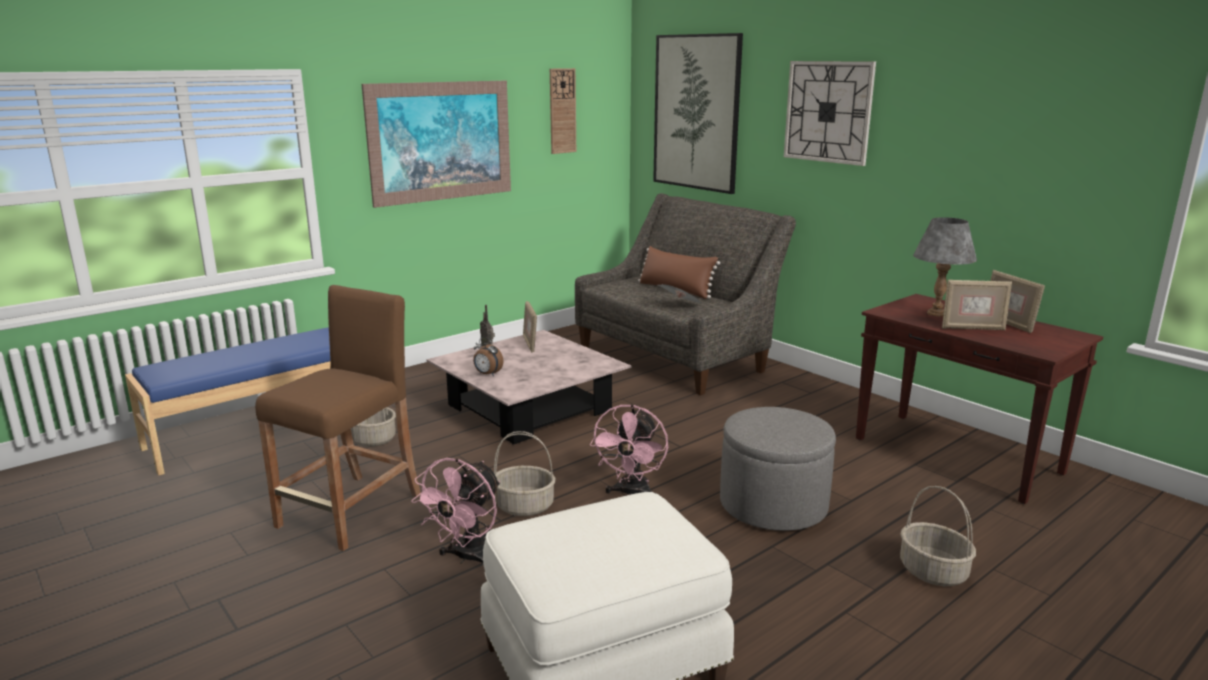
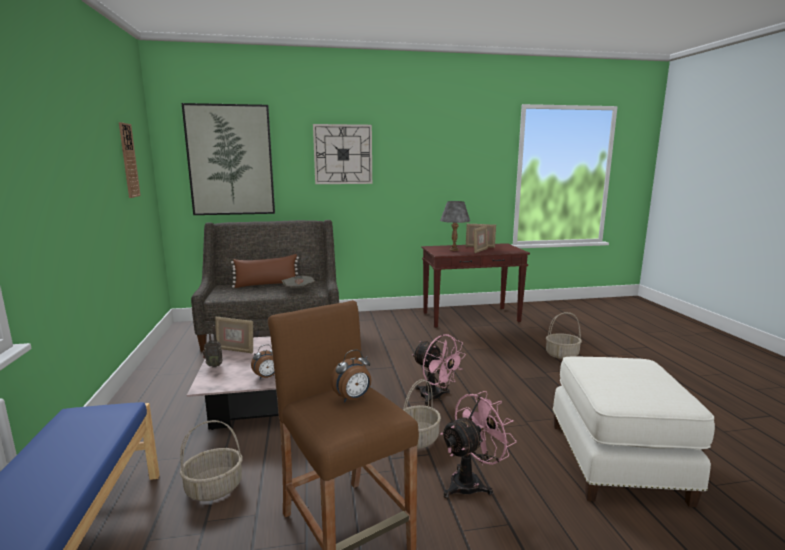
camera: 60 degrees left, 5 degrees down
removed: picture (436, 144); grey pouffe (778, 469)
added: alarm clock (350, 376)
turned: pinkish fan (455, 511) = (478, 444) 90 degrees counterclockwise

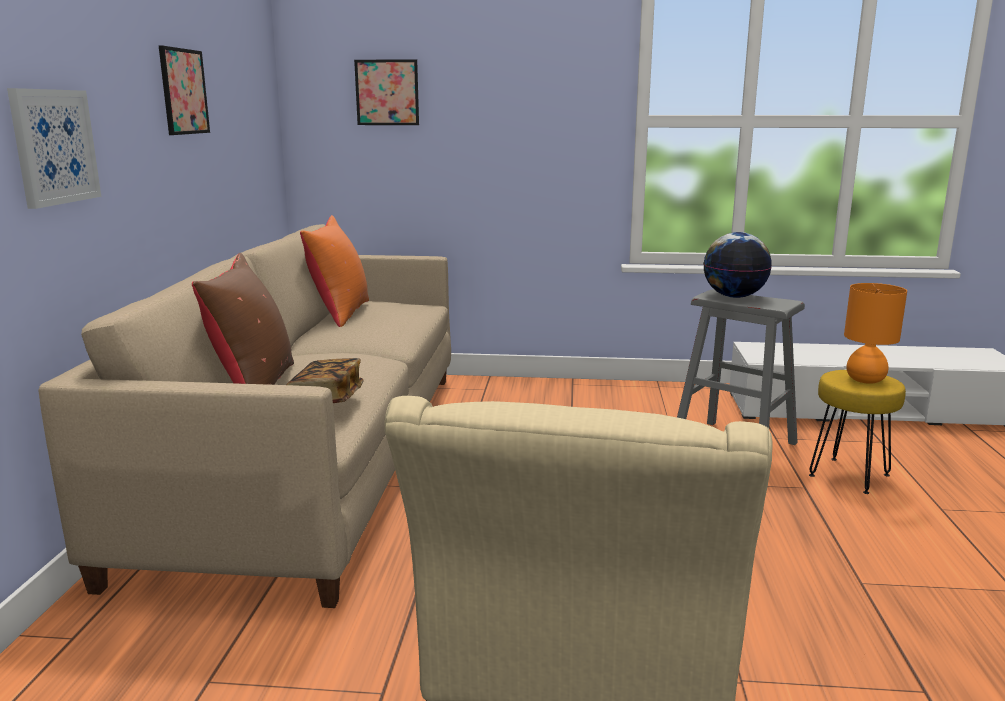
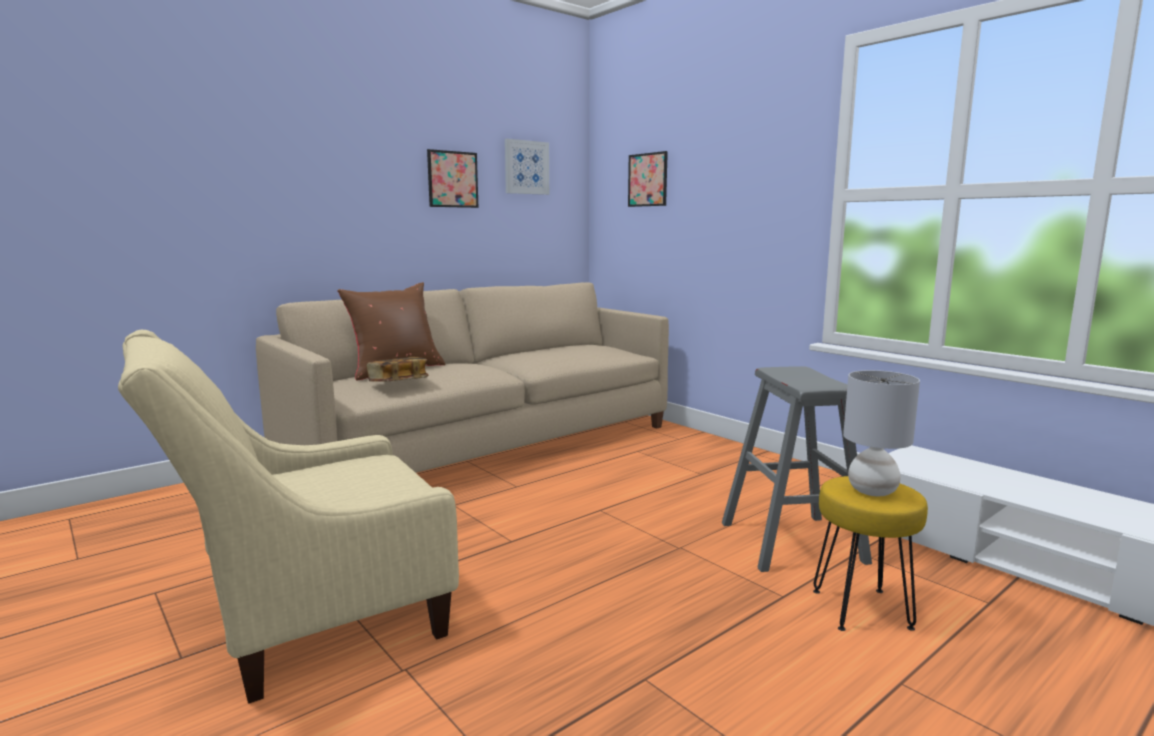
camera: 45 degrees right, 5 degrees down
removed: orange-coloured cushion (334, 271); desk globe (737, 265)
moved: picture (54, 148) to (527, 167)
recoloured: orange-coloured tabletop lamp (875, 333) to grey tabletop lamp (881, 433)

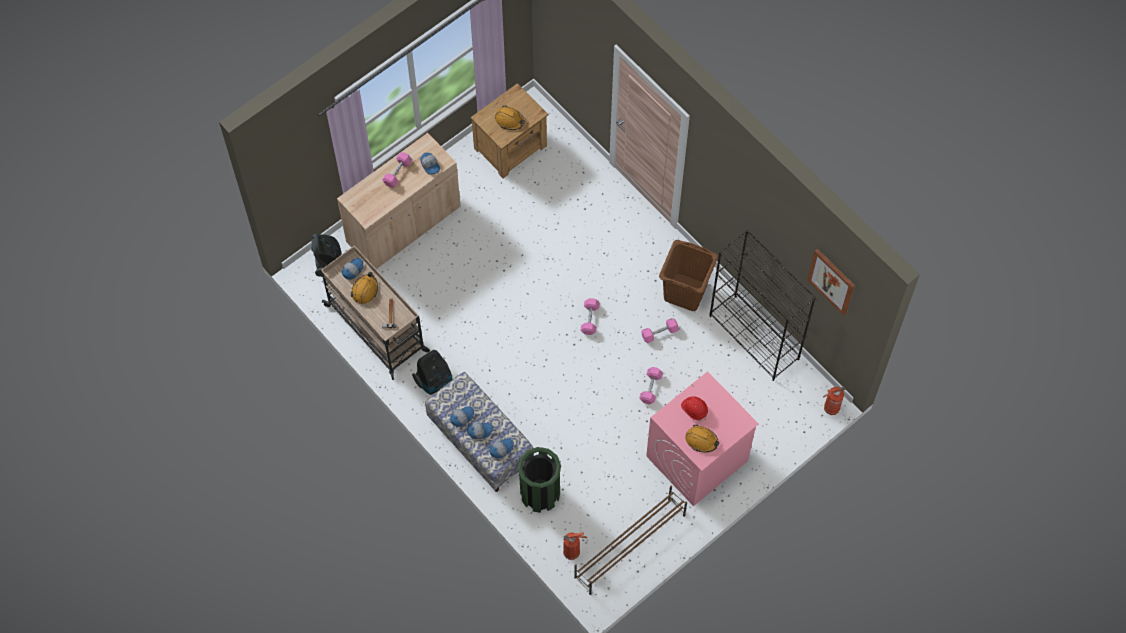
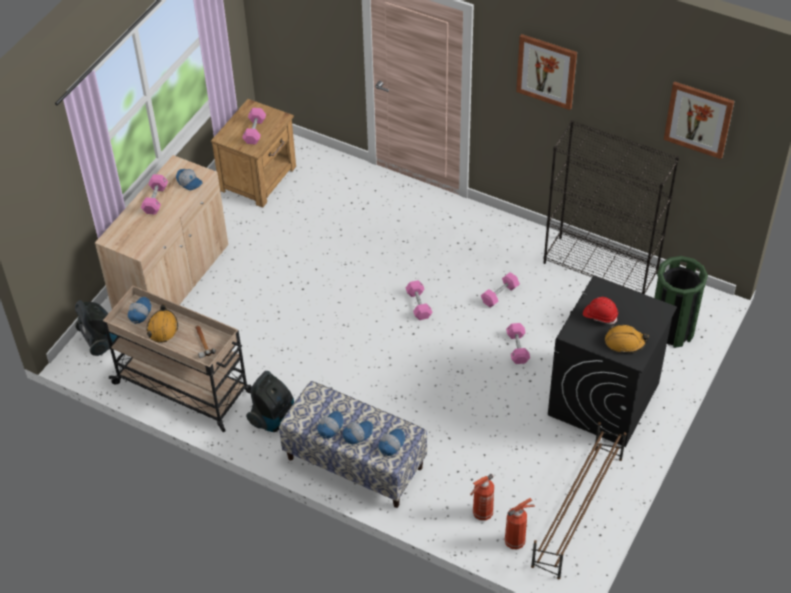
camera: 20 degrees left, 15 degrees down
removed: brownish washing basket (688, 275)
added: picture (546, 72)
moved: fire-fighting cylinder (834, 401) to (482, 497); greenish trash can (539, 480) to (681, 302)
replaced: orange-coloured safety helmet (510, 117) to pinkish hand weight (254, 126)
recoloured: pinkish laundry appliance (702, 438) to black-coloured laundry appliance (612, 361)

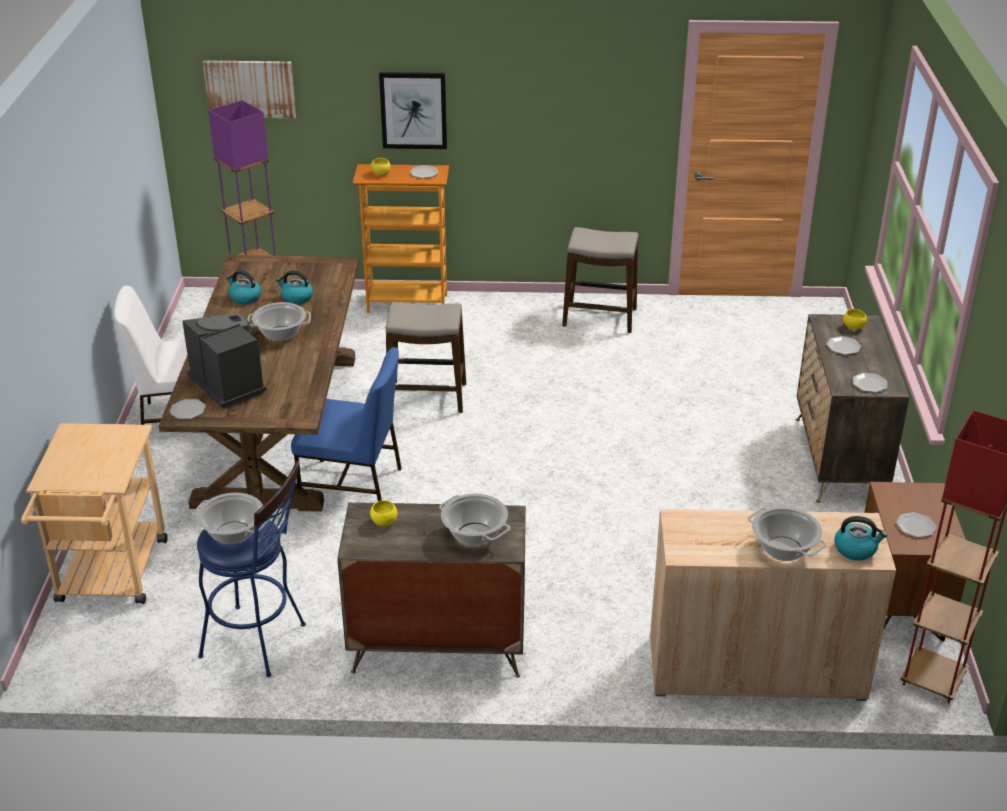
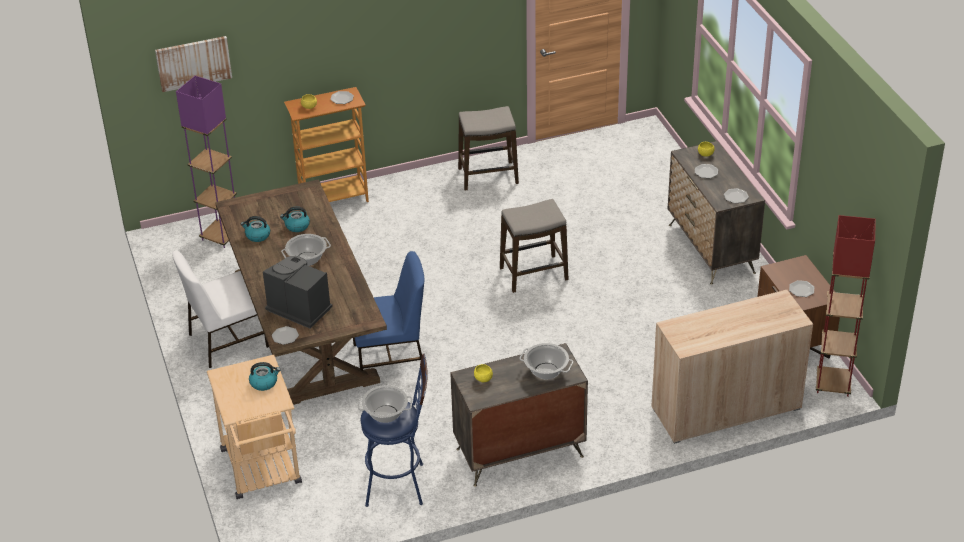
camera: 20 degrees left, 5 degrees up
removed: picture (413, 110); saucepot (787, 533)
moved: stool seat (426, 357) to (534, 246); tea kettle (860, 538) to (265, 376)

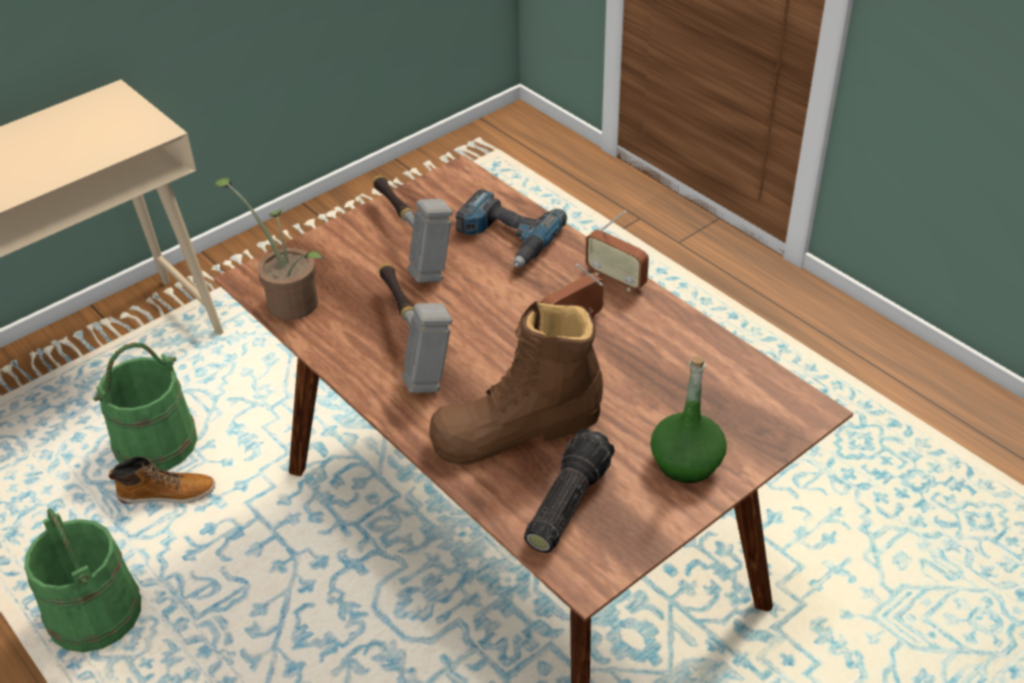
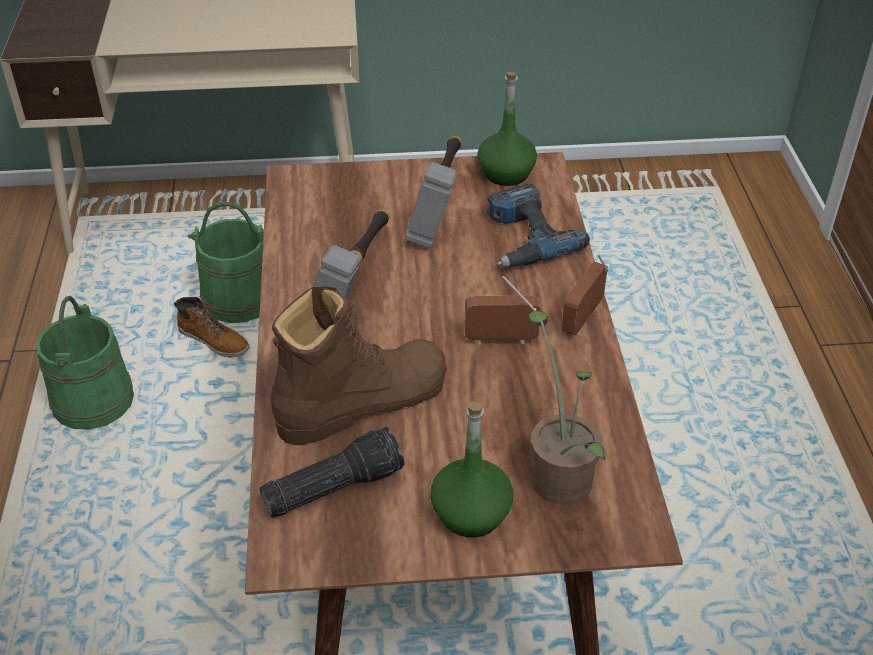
camera: 35 degrees right, 0 degrees up
added: greenish drink bottle (507, 129)
moved: plant in a pot (269, 249) to (567, 408)
turned: radio (617, 251) = (585, 294) 45 degrees clockwise; brownish high-top boot (516, 383) = (359, 365) 135 degrees clockwise

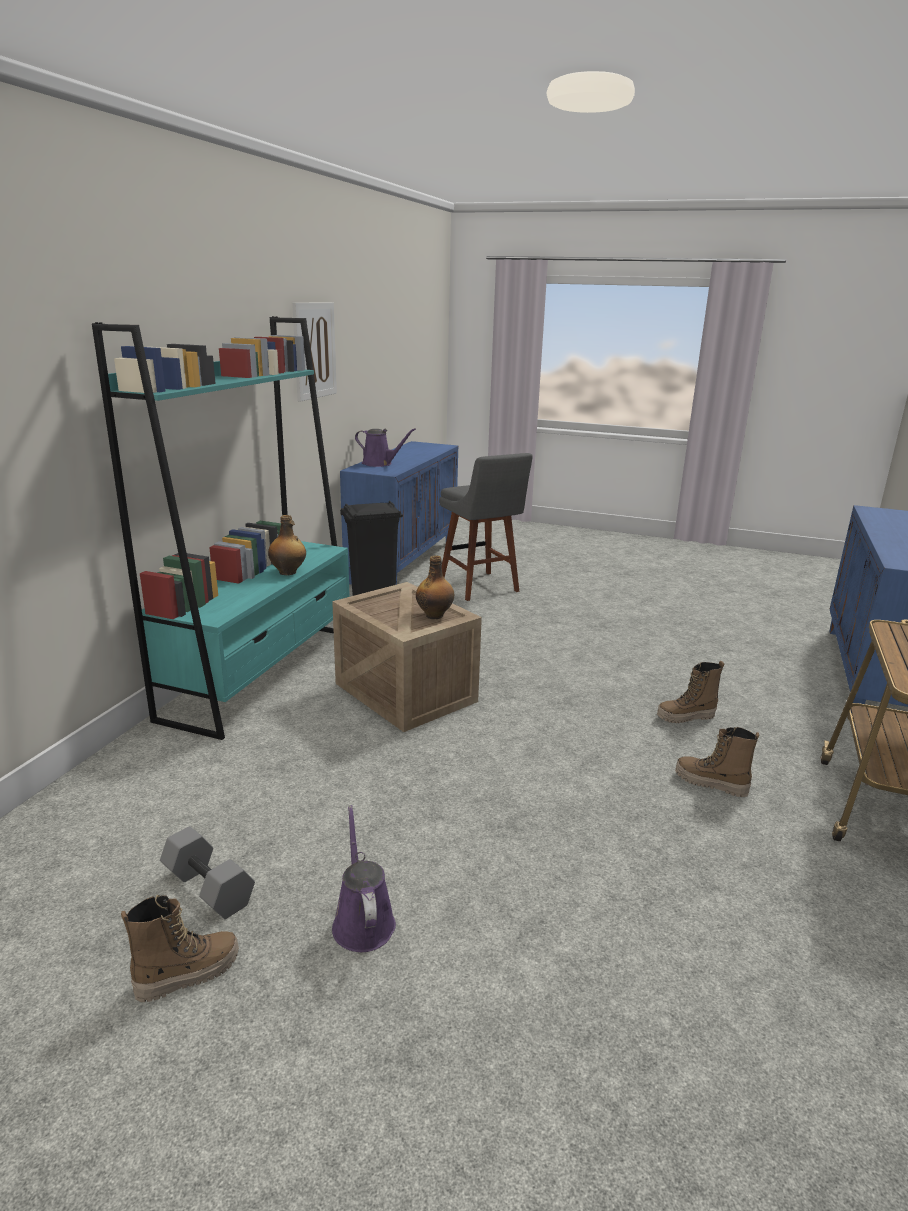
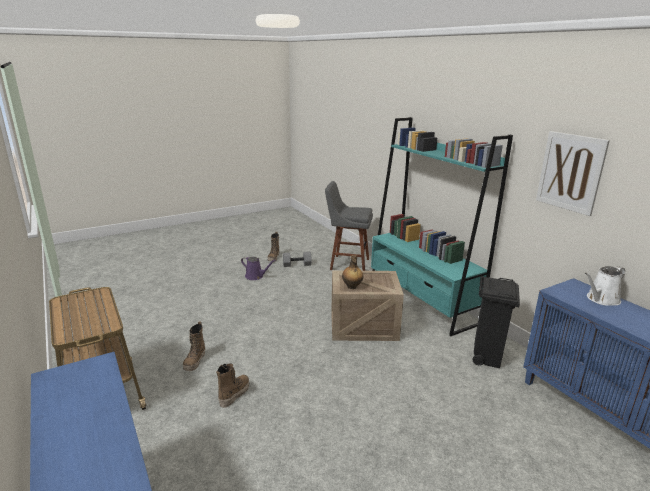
camera: 130 degrees right, 0 degrees up
removed: drink bottle (287, 545)
moved: grey stool seat (486, 527) to (349, 226)
recoloured: purplish watering pot (385, 447) to white-coloured watering pot (605, 286)
turned: high-top boot (717, 762) = (194, 346) 120 degrees clockwise

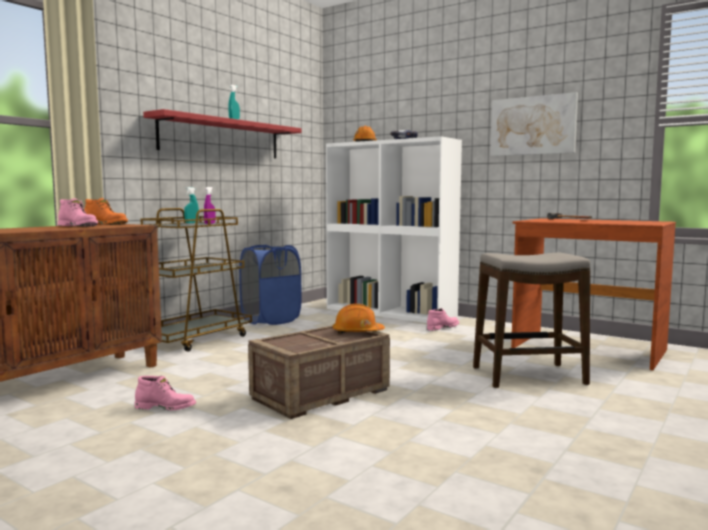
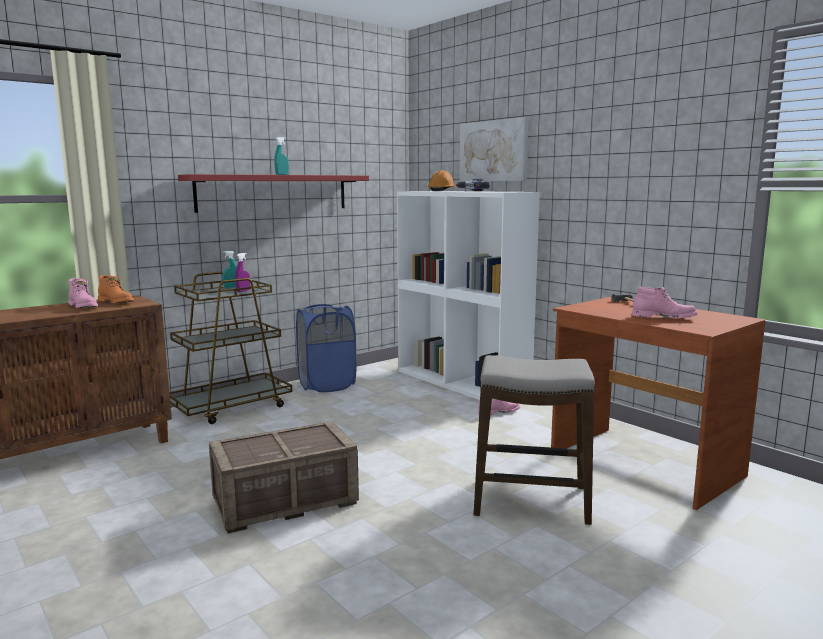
camera: 15 degrees right, 5 degrees up
removed: orange-coloured safety helmet (359, 319)
moved: picture (534, 124) to (494, 149); pinkish high-top boot (165, 393) to (665, 303)

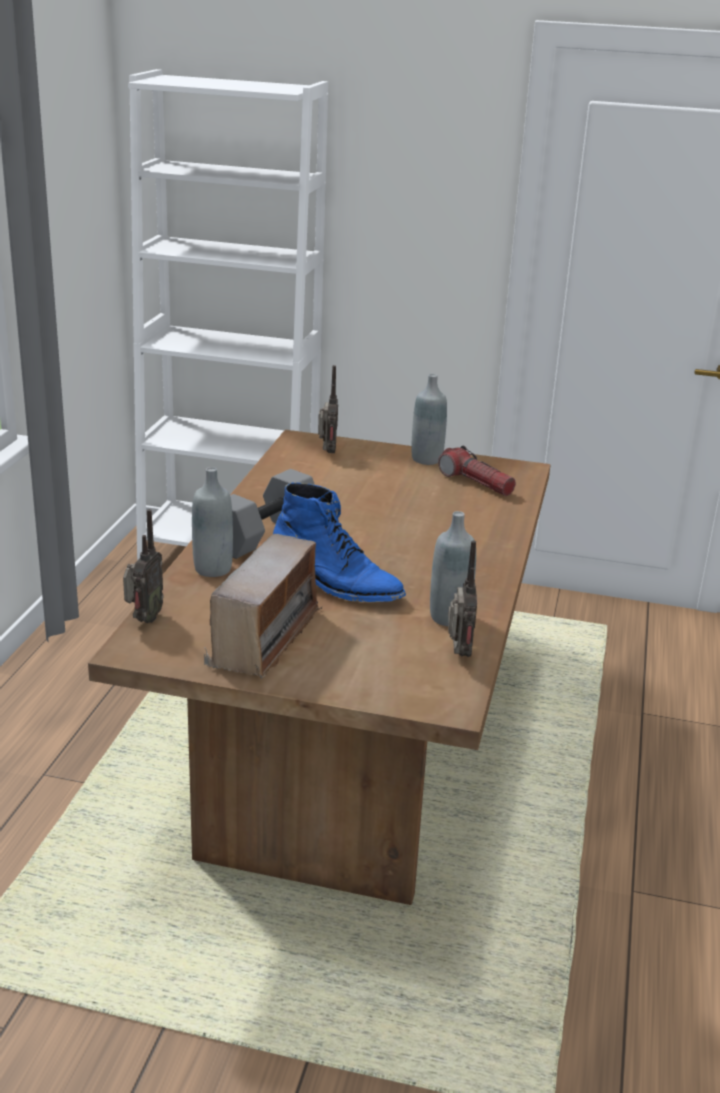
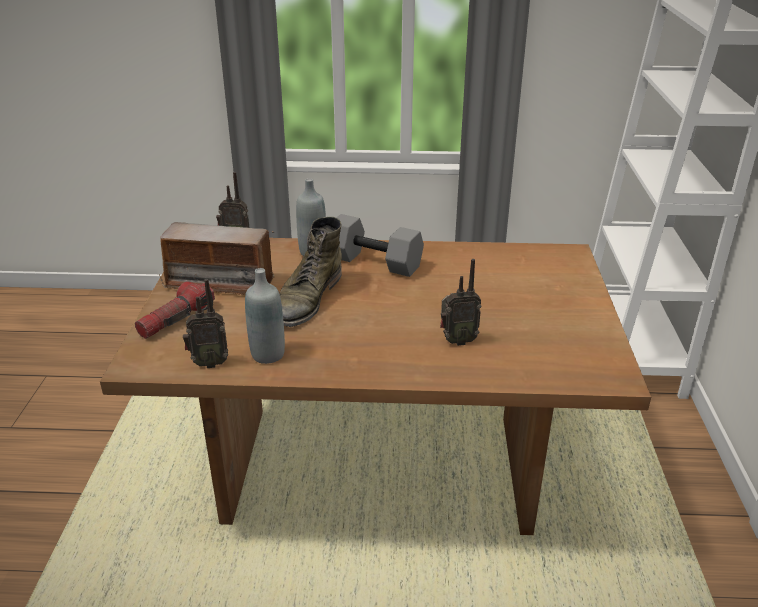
camera: 80 degrees right, 5 degrees up
removed: grey drink bottle (429, 419)
moved: radio (328, 409) to (461, 302); flashlight (477, 471) to (175, 310)
recoloured: blue-coloured high-top boot (339, 542) to greenish high-top boot (310, 271)

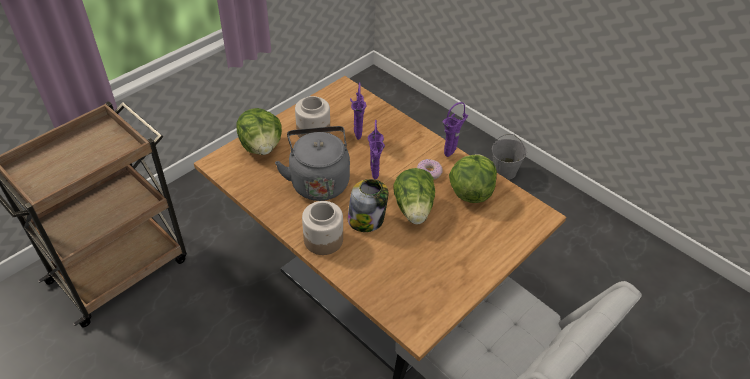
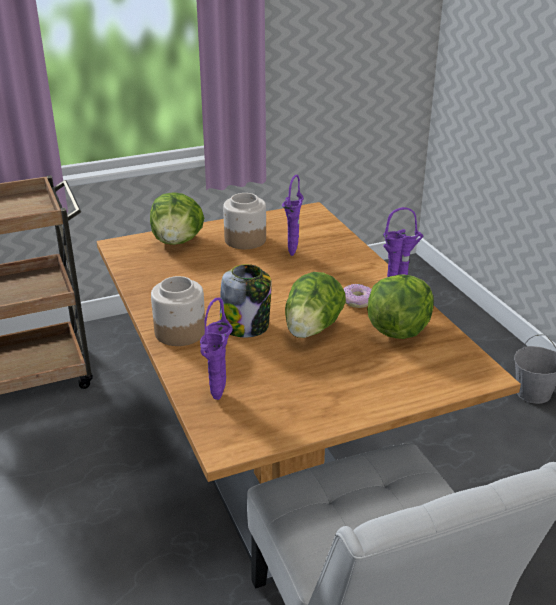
camera: 25 degrees right, 15 degrees down
removed: grey tea kettle (312, 163)
moved: purplish vase (376, 149) to (216, 348)

